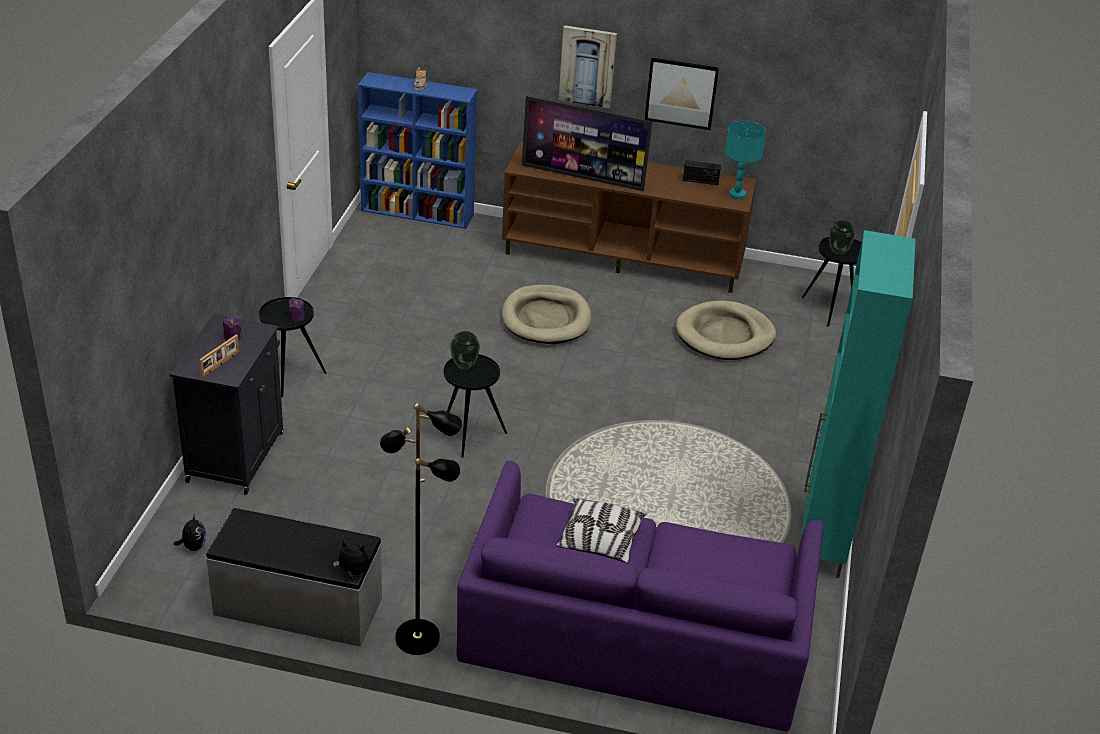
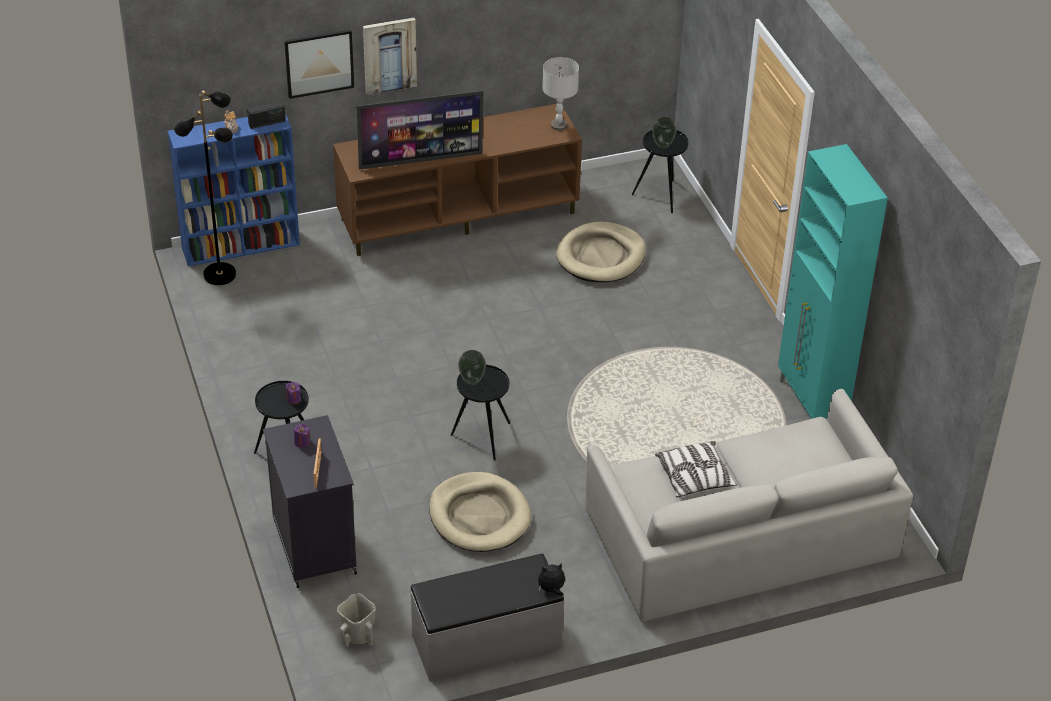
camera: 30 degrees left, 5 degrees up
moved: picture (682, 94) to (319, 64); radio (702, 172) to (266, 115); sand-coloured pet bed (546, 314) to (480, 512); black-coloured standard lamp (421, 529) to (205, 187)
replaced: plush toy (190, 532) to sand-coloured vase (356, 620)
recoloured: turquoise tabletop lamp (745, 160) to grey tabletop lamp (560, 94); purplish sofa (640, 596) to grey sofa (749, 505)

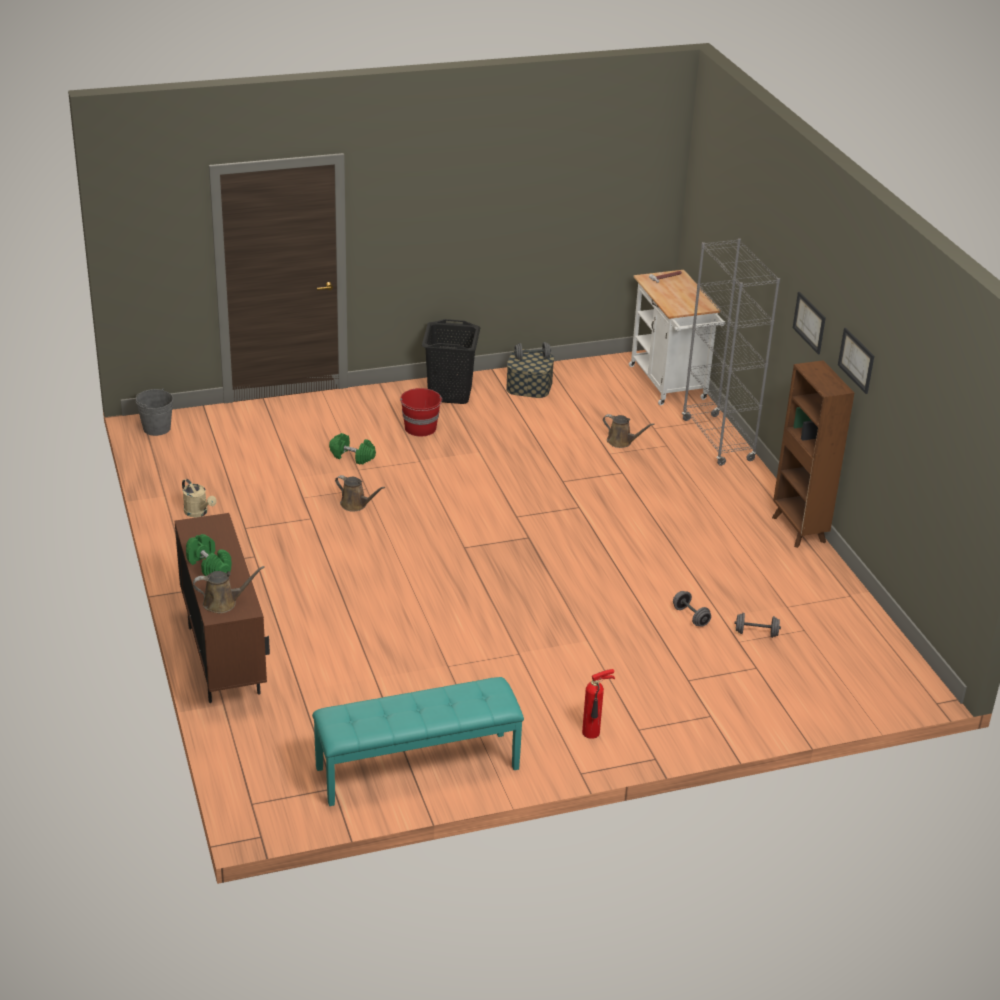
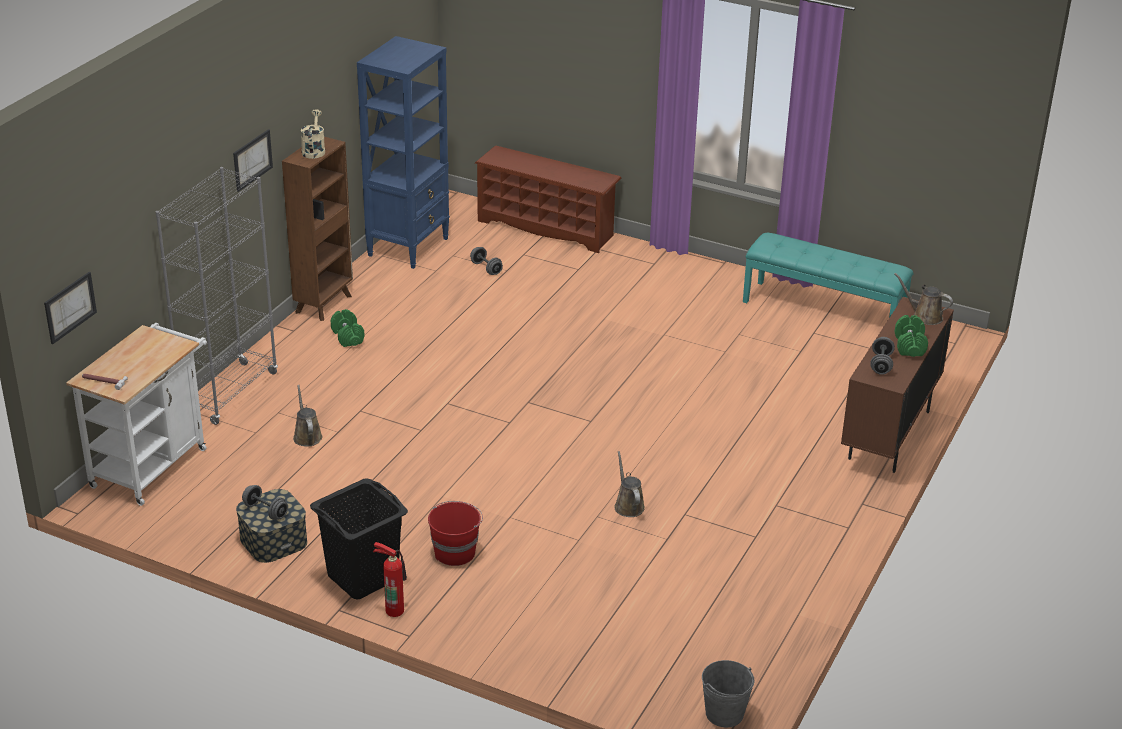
camera: 135 degrees left, 0 degrees up
added: blue-coloured bookcase (403, 152); brownish shoe stand (548, 199)
moved: picture (856, 361) to (70, 308); greenish hand weight (352, 448) to (348, 328); sand-coloured watering pot (199, 498) to (313, 134); grey hand weight (692, 609) to (882, 356); fire-fighting cylinder (598, 704) to (390, 579)

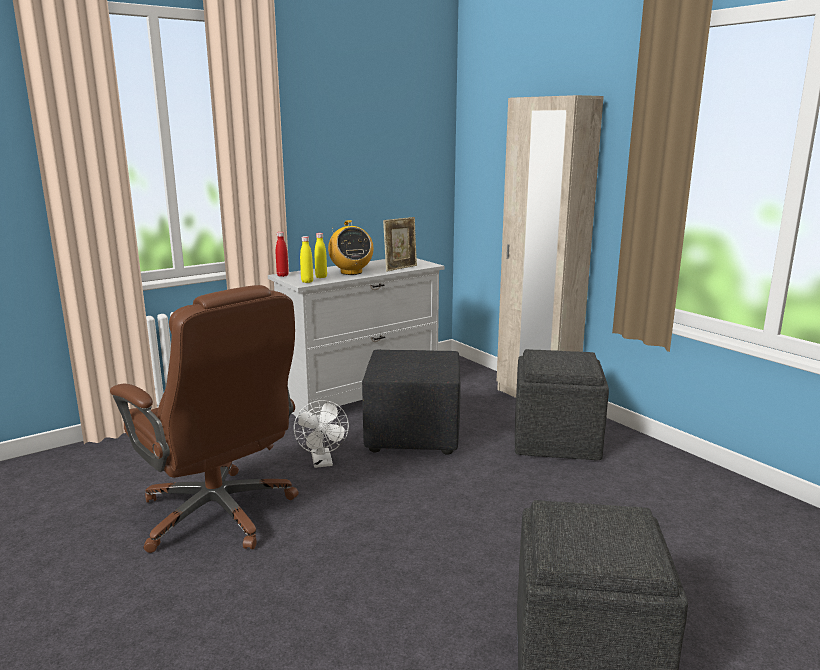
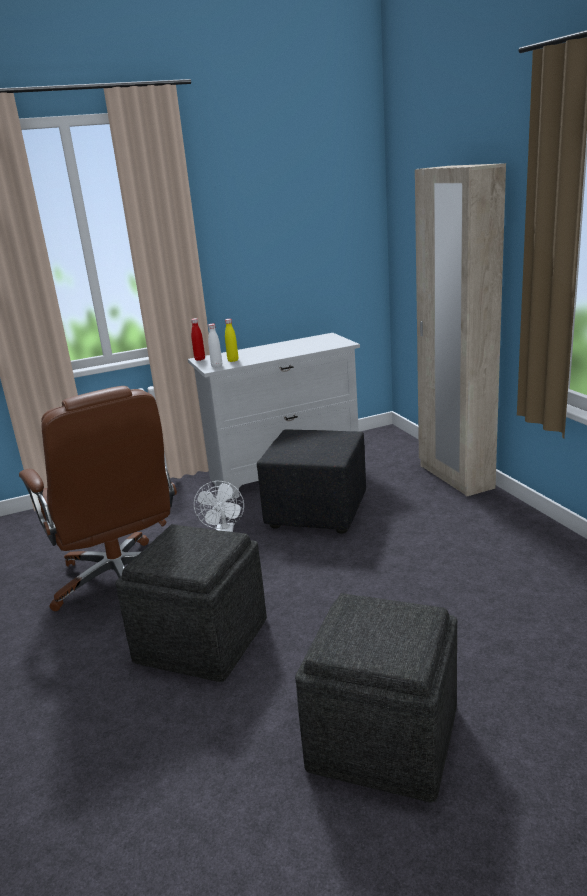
camera: 15 degrees right, 5 degrees up
removed: picture frame (400, 244); radio (351, 247)
moved: grey pouffe (562, 404) to (191, 603)
recoloured: yellow-coloured drink bottle (306, 259) to white-coloured drink bottle (215, 346)

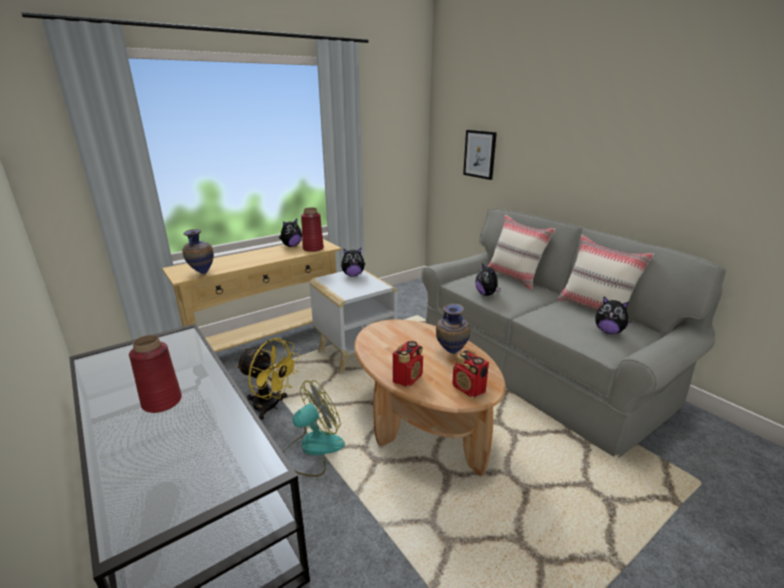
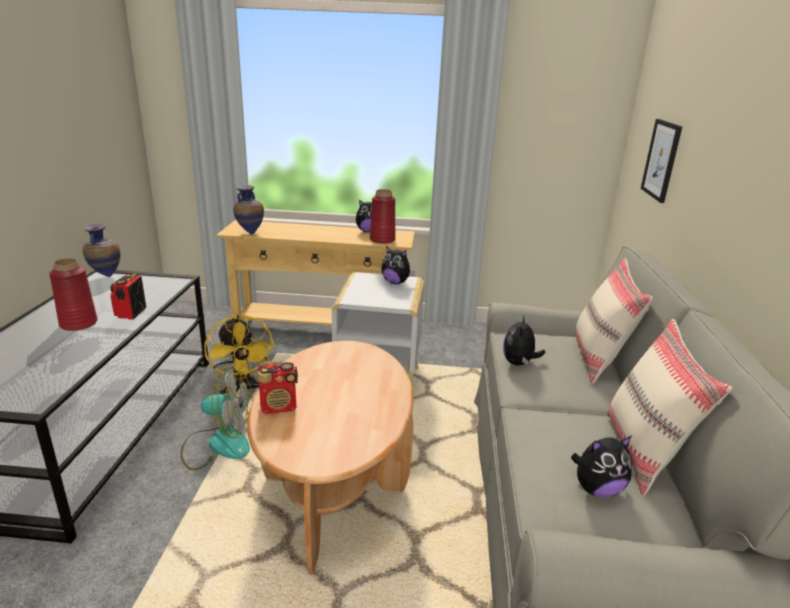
camera: 40 degrees right, 0 degrees up
moved: vase (453, 329) to (102, 250); radio (470, 373) to (128, 296)
turned: plush toy (613, 315) = (601, 467) 90 degrees counterclockwise

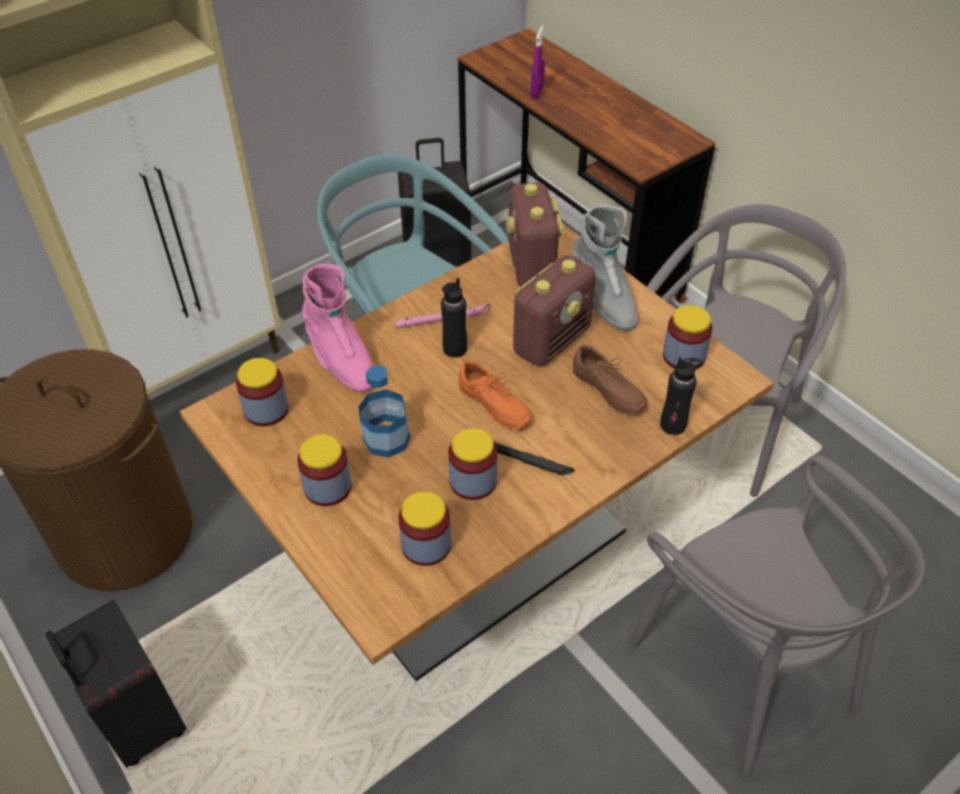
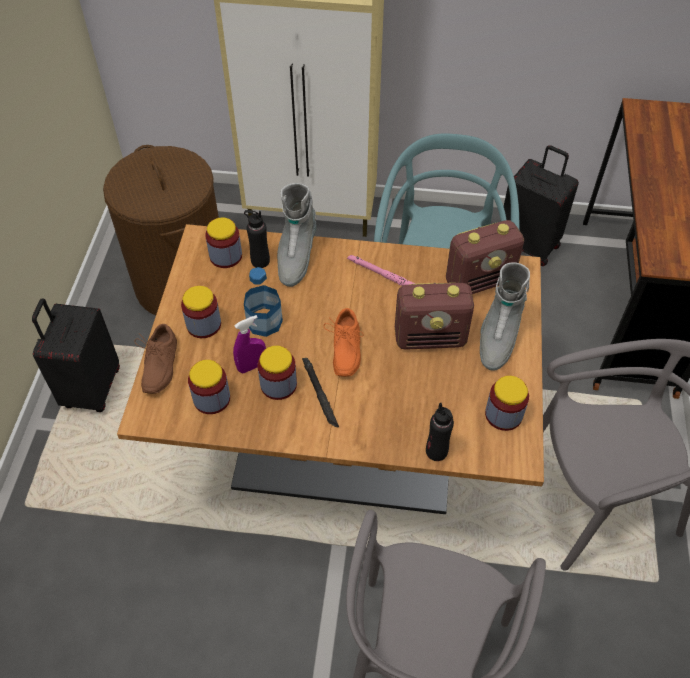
camera: 45 degrees right, 5 degrees up
moved: purplish hand sprayer (538, 62) to (249, 344); black-coloured drink bottle (454, 318) to (257, 239); brownish item of footwear (610, 379) to (155, 359)
recoloured: pinkish high-top boot (337, 328) to grey high-top boot (297, 235)
turned: radio (535, 235) = (485, 257) 150 degrees counterclockwise

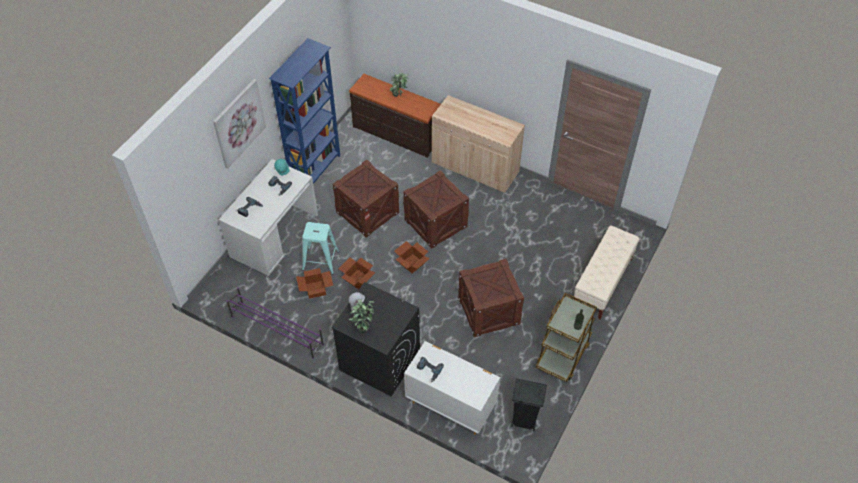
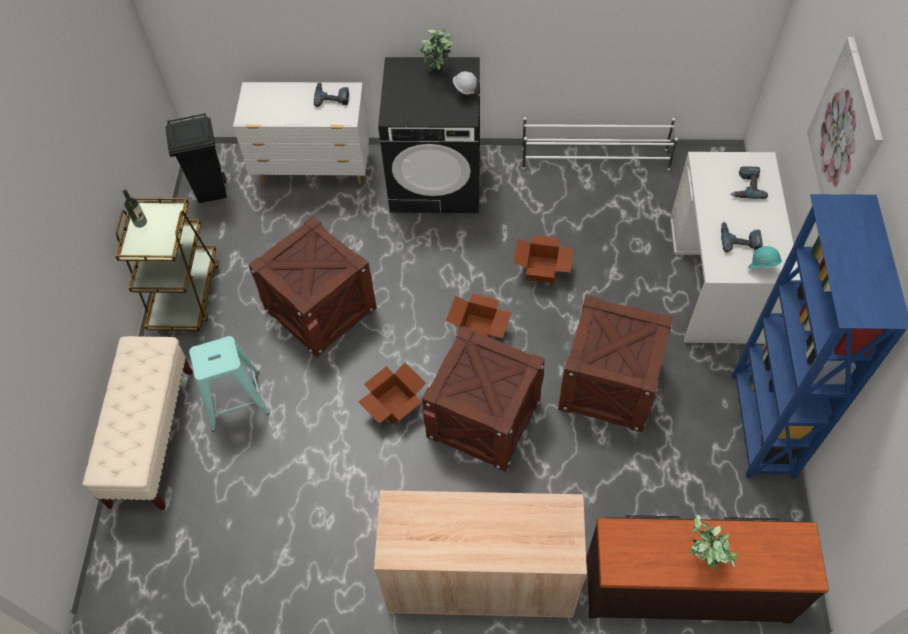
camera: 155 degrees right, 5 degrees up
moved: turquoise stool seat (320, 248) to (229, 384); carton (315, 283) to (392, 393)
recoloured: purplish shoe stand (275, 323) to white-coloured shoe stand (600, 143)

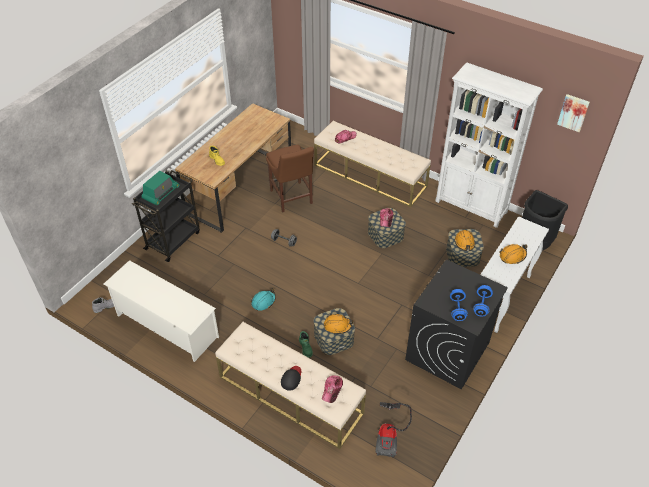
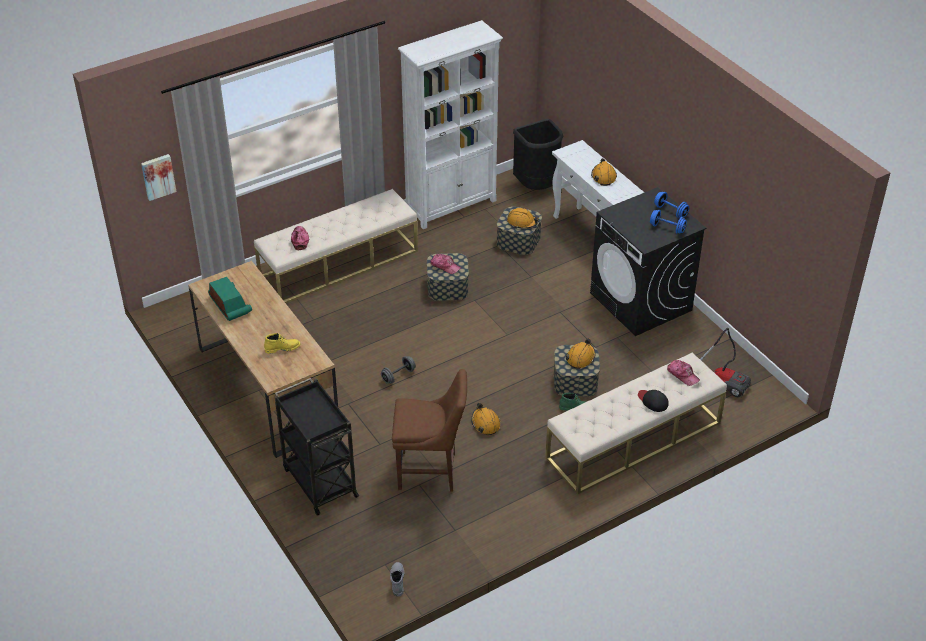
camera: 65 degrees left, 5 degrees down
removed: white-coloured shoe stand (161, 311)
moved: picture (573, 113) to (158, 177); brownish chair (290, 178) to (429, 430); radio (160, 188) to (230, 299)
recoloured: turquoise safety helmet (263, 299) to orange-coloured safety helmet (485, 419)

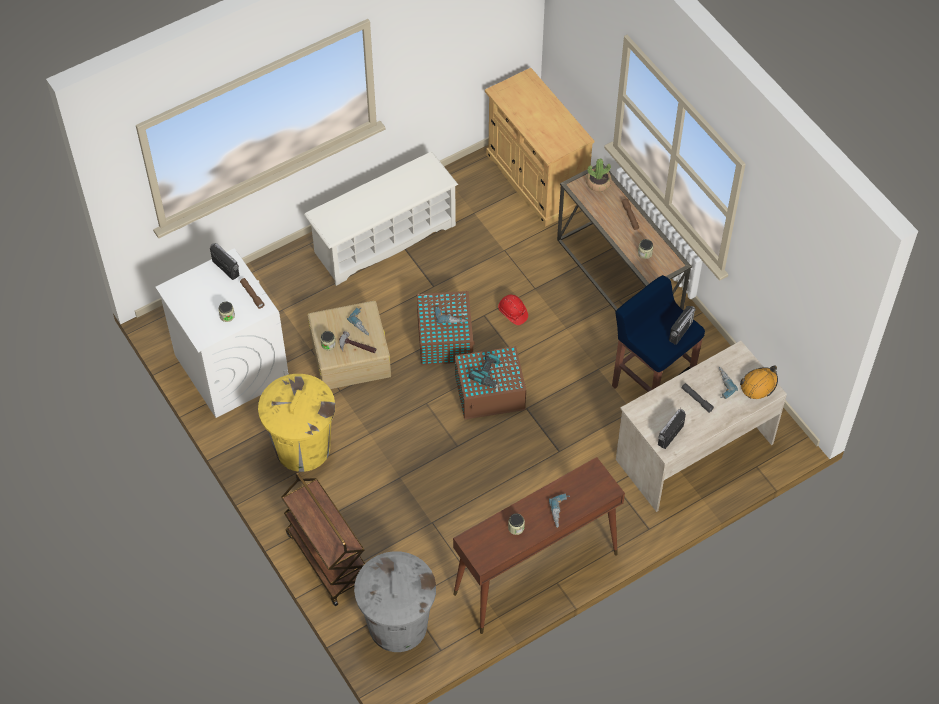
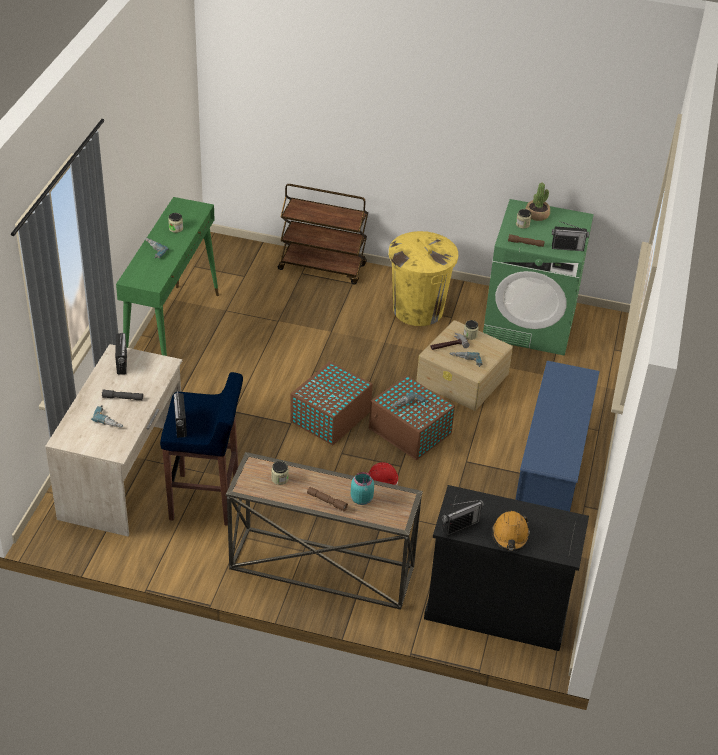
camera: 135 degrees right, 15 degrees down
removed: drill (484, 370); grey trash can (395, 601)
added: turquoise jar (362, 488); radio (462, 517)
moved: plant in a pot (599, 175) to (537, 202); orange-coloured safety helmet (759, 382) to (511, 531)
recoloured: sand-coloured storage cabinet (539, 147) to black-coloured storage cabinet (506, 568); white-coloured shoe stand (381, 219) to blue-coloured shoe stand (557, 436); white-coloured laundry appliance (222, 333) to greenish laundry appliance (538, 277); brownish hall table (539, 545) to greenish hall table (167, 276)

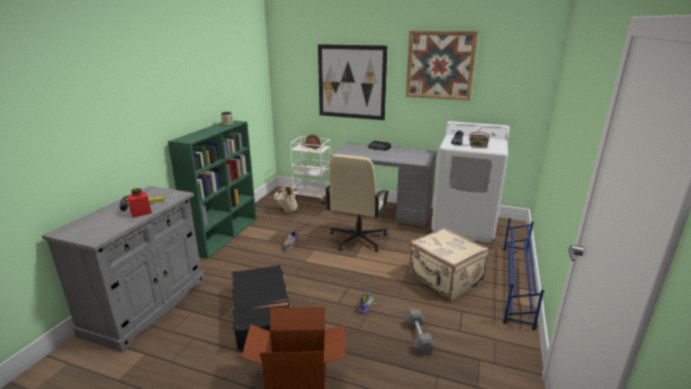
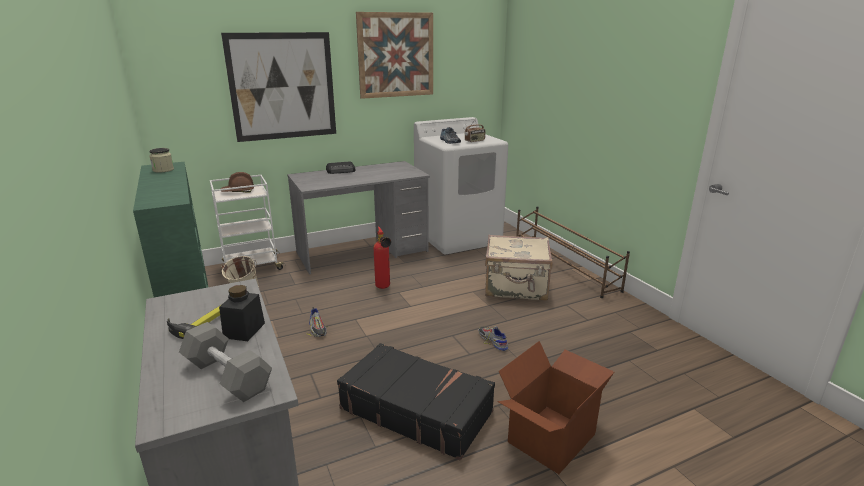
camera: 45 degrees left, 0 degrees up
moved: grey hand weight (420, 331) to (225, 362)
replaced: sand-coloured computer chair (357, 203) to fire-fighting cylinder (382, 257)
recoloured: reddish jar (140, 203) to black-coloured jar (242, 313); blue-coloured shoe stand (523, 274) to brownish shoe stand (573, 252)

